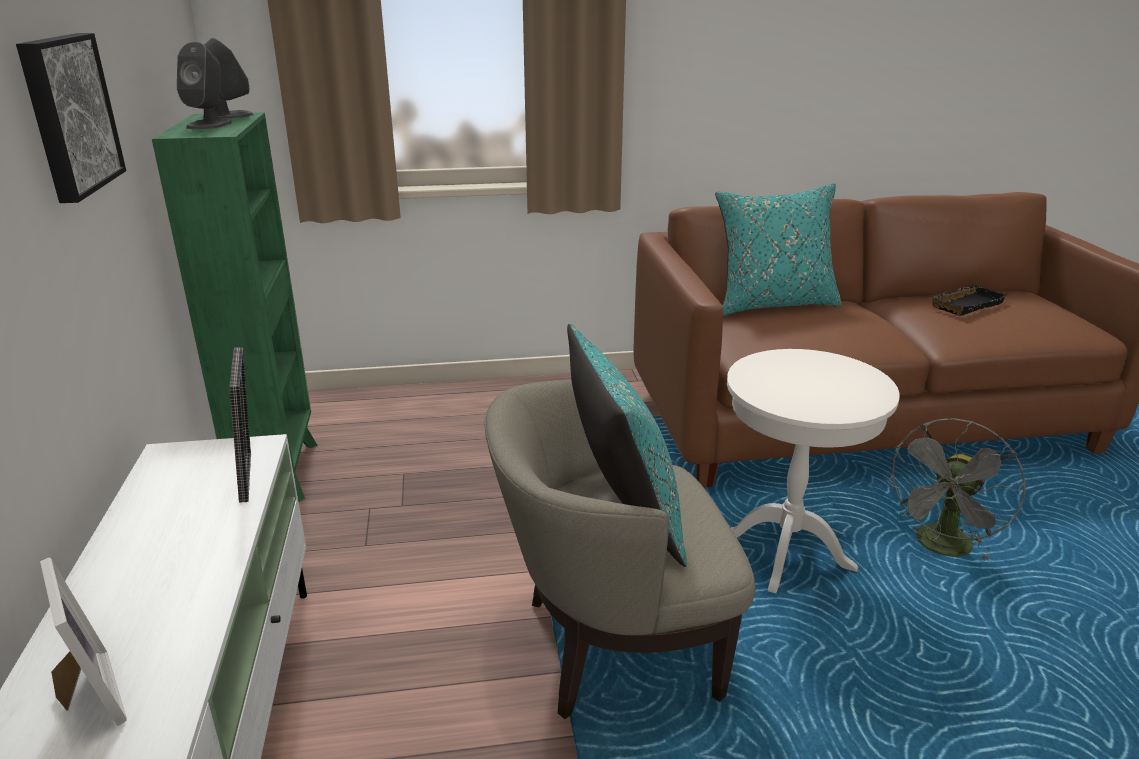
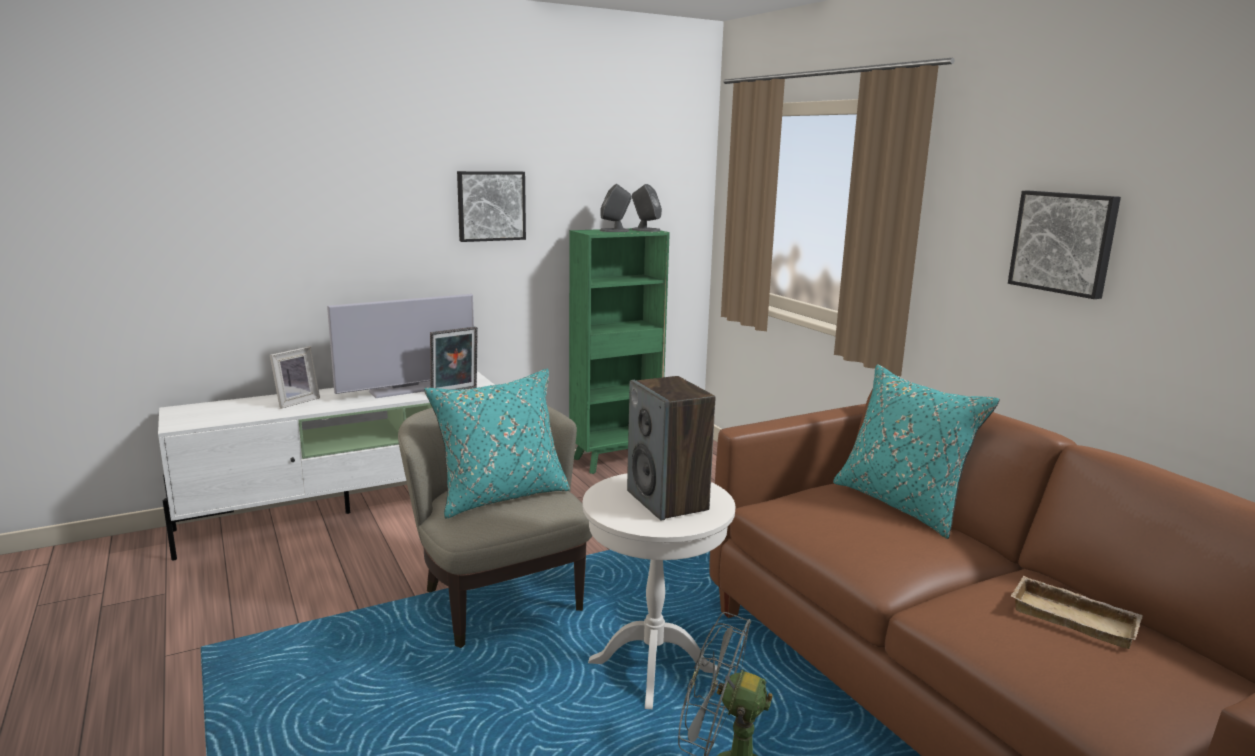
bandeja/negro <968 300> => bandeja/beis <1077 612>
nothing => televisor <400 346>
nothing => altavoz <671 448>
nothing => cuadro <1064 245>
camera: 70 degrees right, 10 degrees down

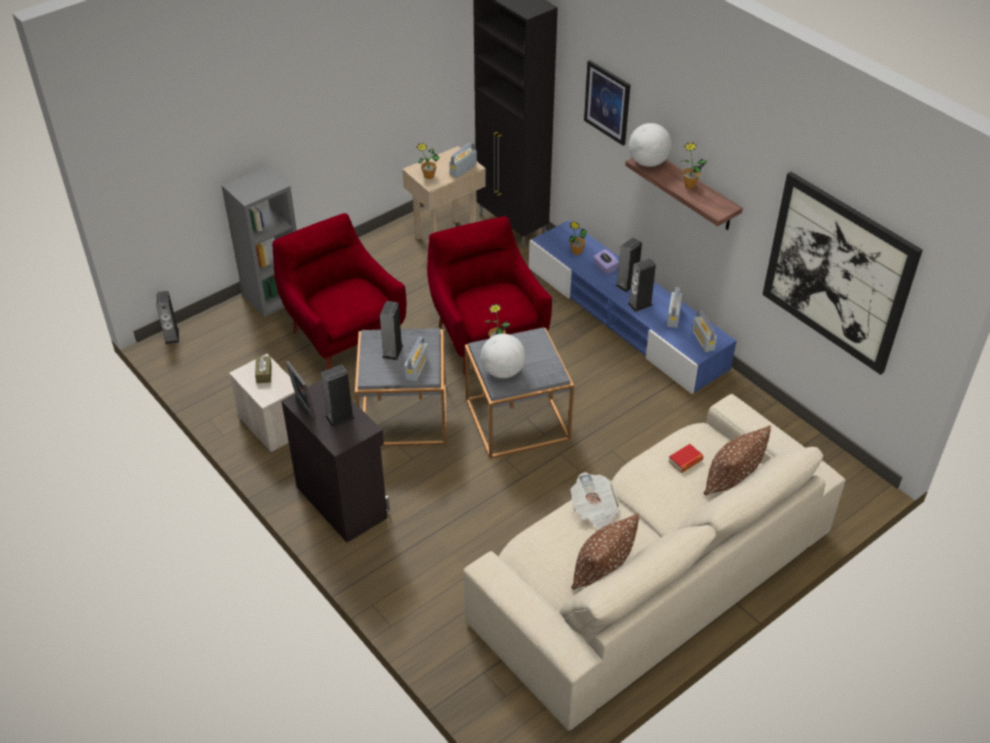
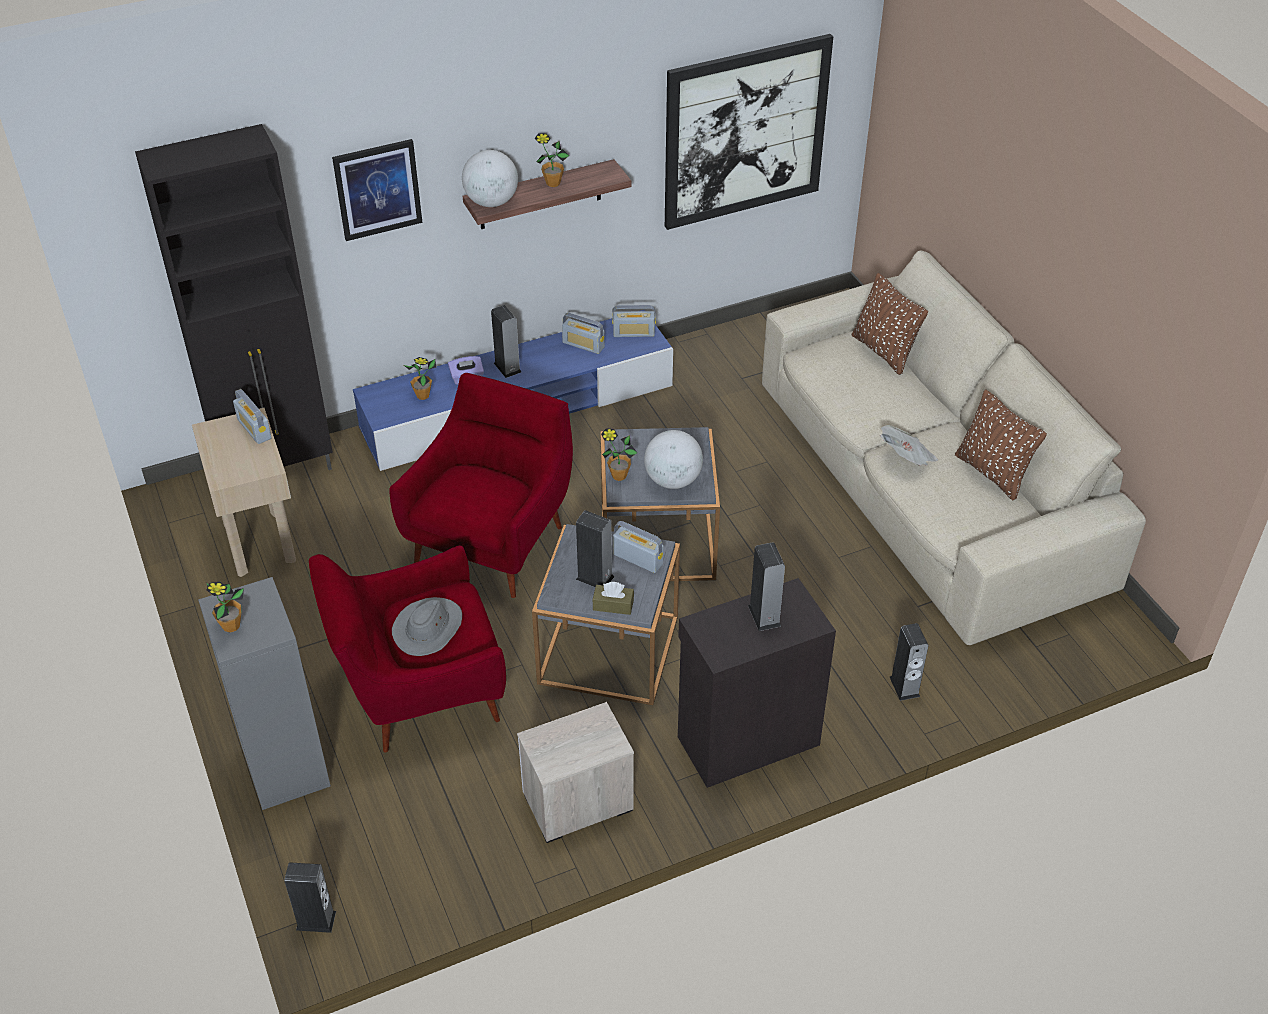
caja de pañuelos/marrón <263 369> => caja de pañuelos/marrón <613 598>, moved
portarretratos <301 390> => nothing
planta en maceta <428 161> => planta en maceta <225 607>, moved
sillón/rojo <489 295> => sillón/rojo <481 485>, 120 degrees clockwise
altavoz <642 285> => altavoz <909 662>, moved
libro <685 458> => nothing
nothing => sombrero/gris <427 626>
camera: 75 degrees left, 0 degrees up

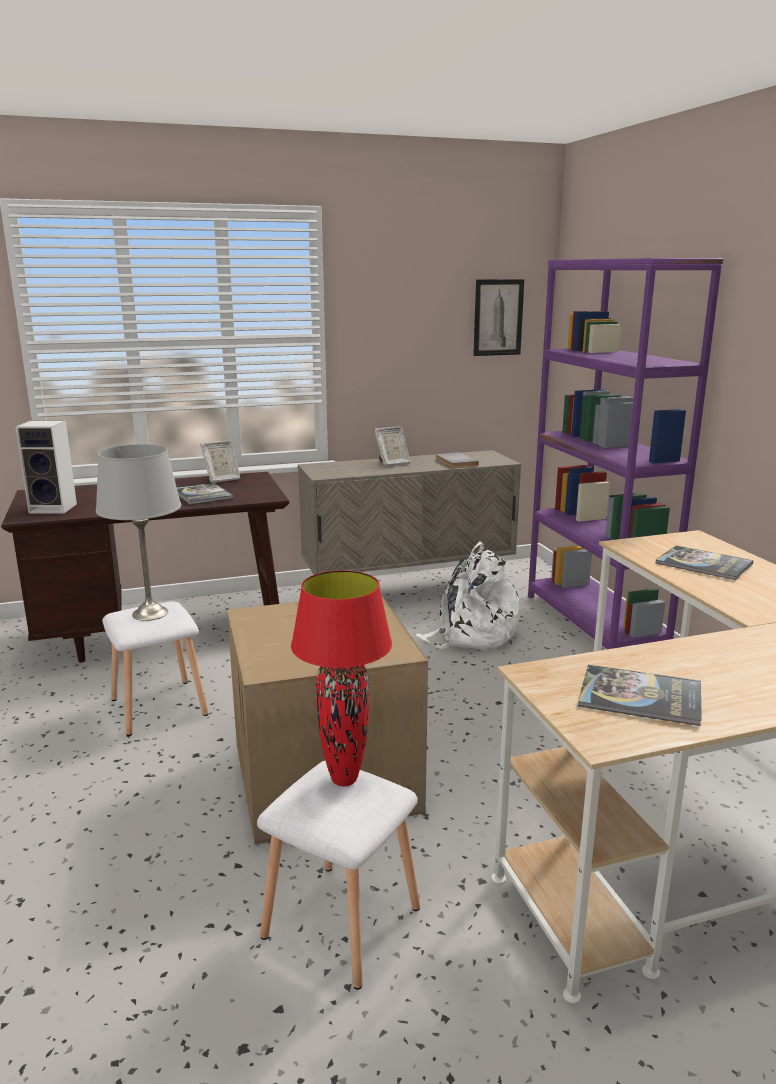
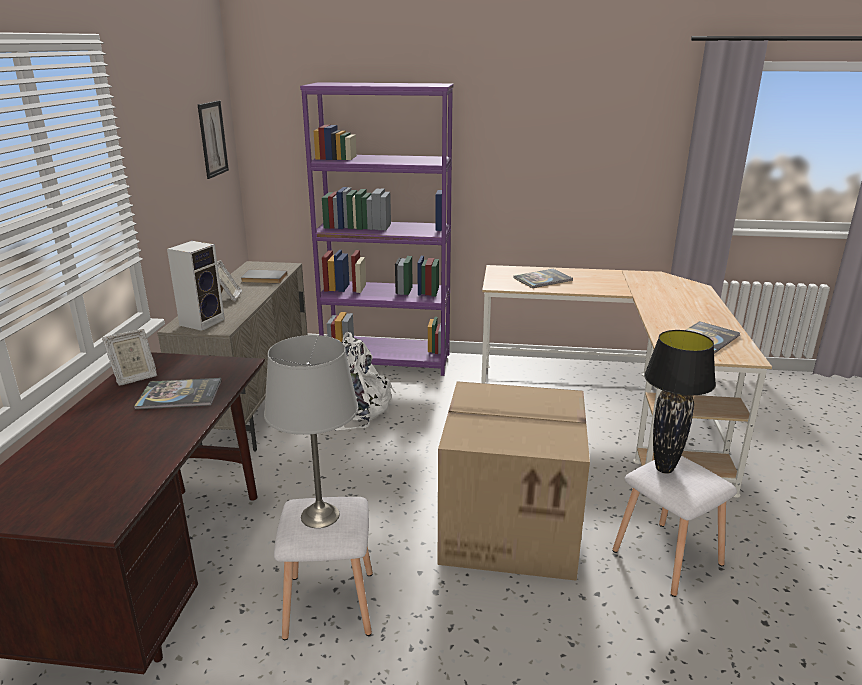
altavoz <46 467> => altavoz <196 286>, moved
portarretratos <220 462> => portarretratos <129 357>, 60 degrees clockwise
lámpara de mesa/rojo <341 678> => lámpara de mesa/negro <680 402>
camera: 65 degrees left, 5 degrees up

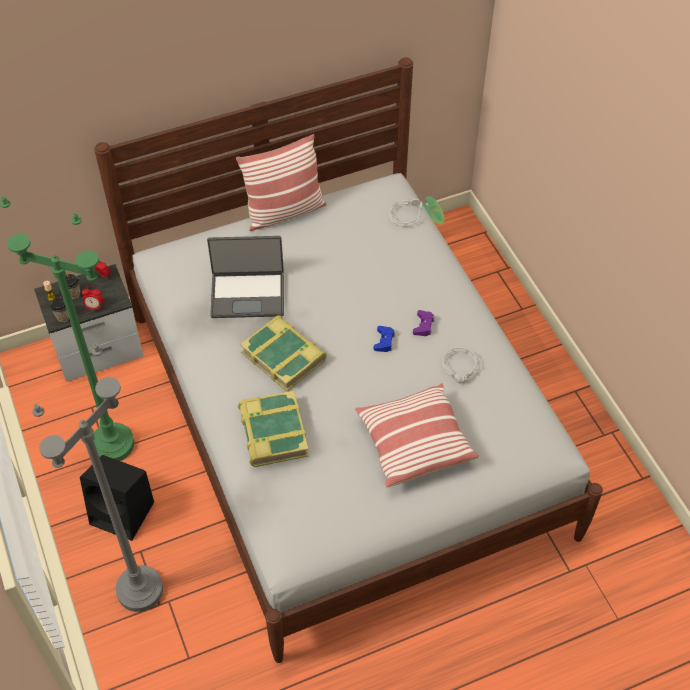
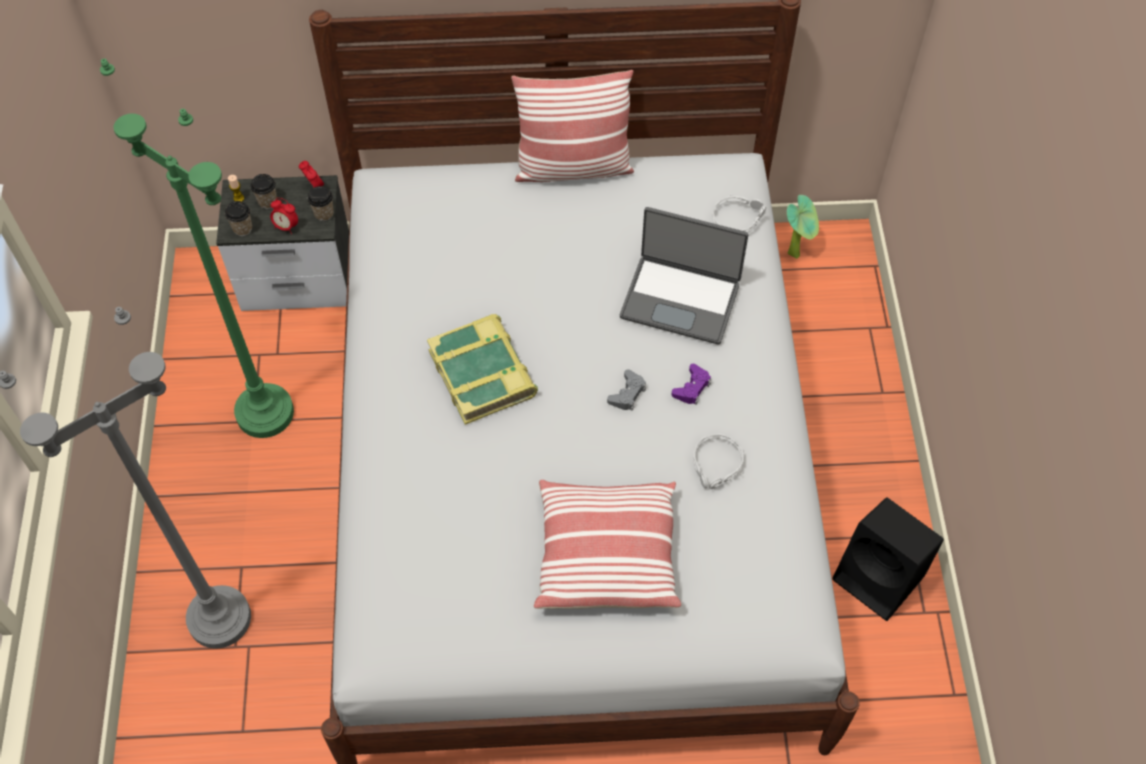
altavoz/negro <117 498> => altavoz/negro <888 559>, moved
portátil <245 277> => portátil <684 275>, moved
libro <273 429> => nothing
mando de consola/azul <384 339> => mando de consola/gris <626 389>
nothing => taza <321 203>
camera: 20 degrees right, 5 degrees up

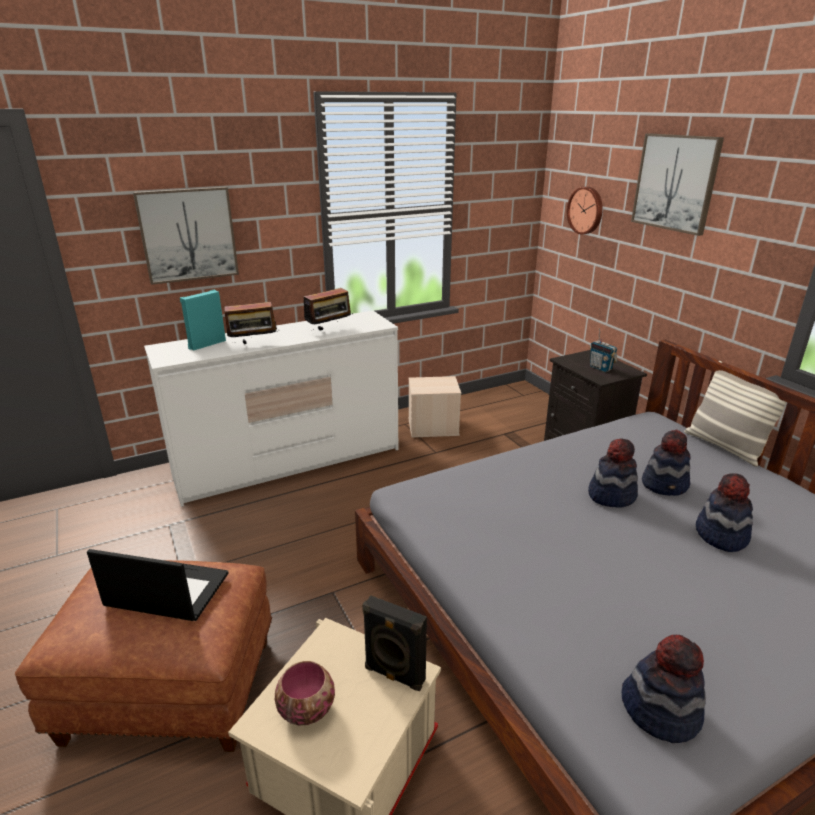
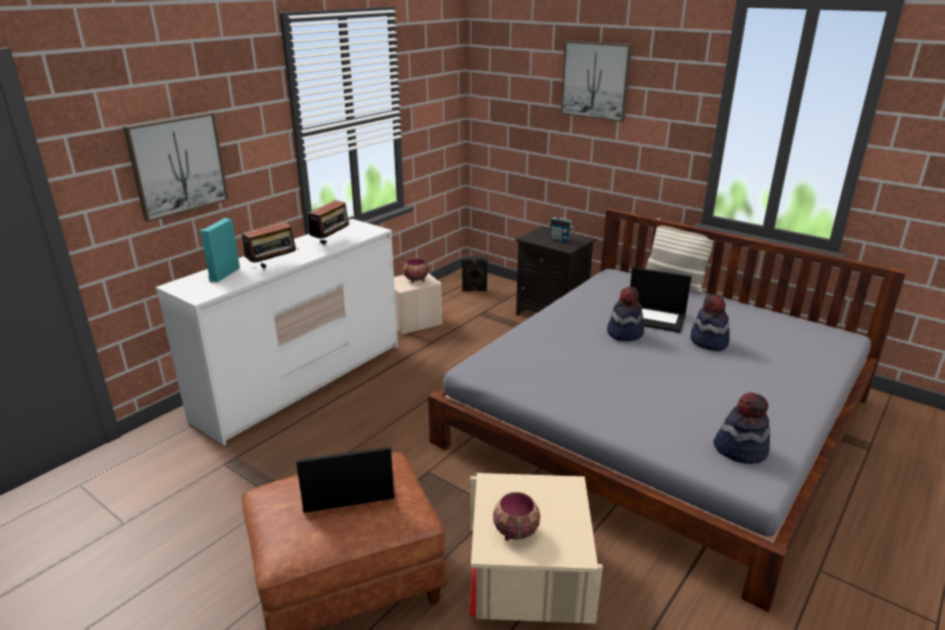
altavoz/negro <394 643> => altavoz/negro <475 273>, moved
reloj de pared <585 210> => nothing
sombrero <666 462> => portátil <660 300>
nothing => cuenco <416 270>
camera: 25 degrees left, 0 degrees up

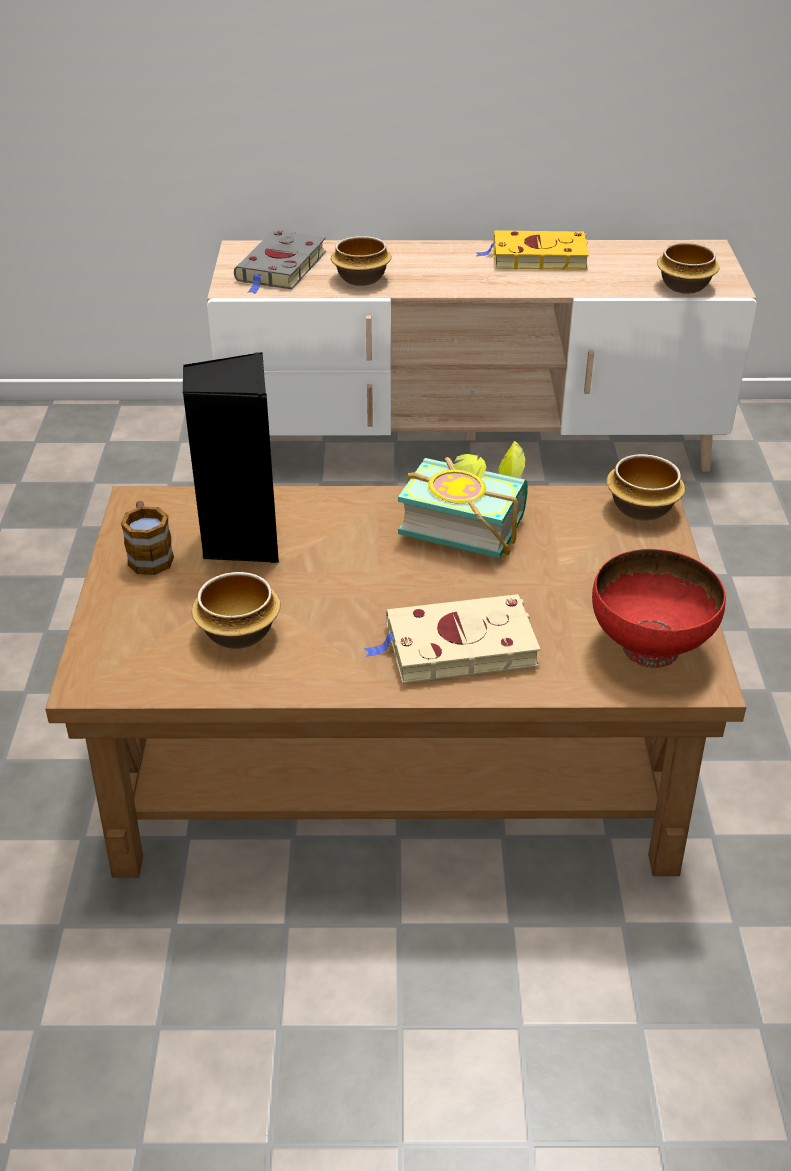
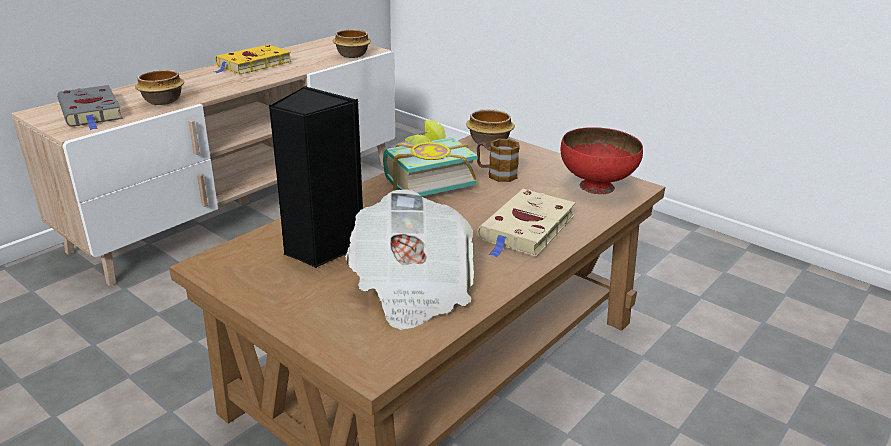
taza grande <147 538> => taza grande <498 160>, moved
cuenco <236 610> => periódico <409 259>
camera: 50 degrees left, 10 degrees down

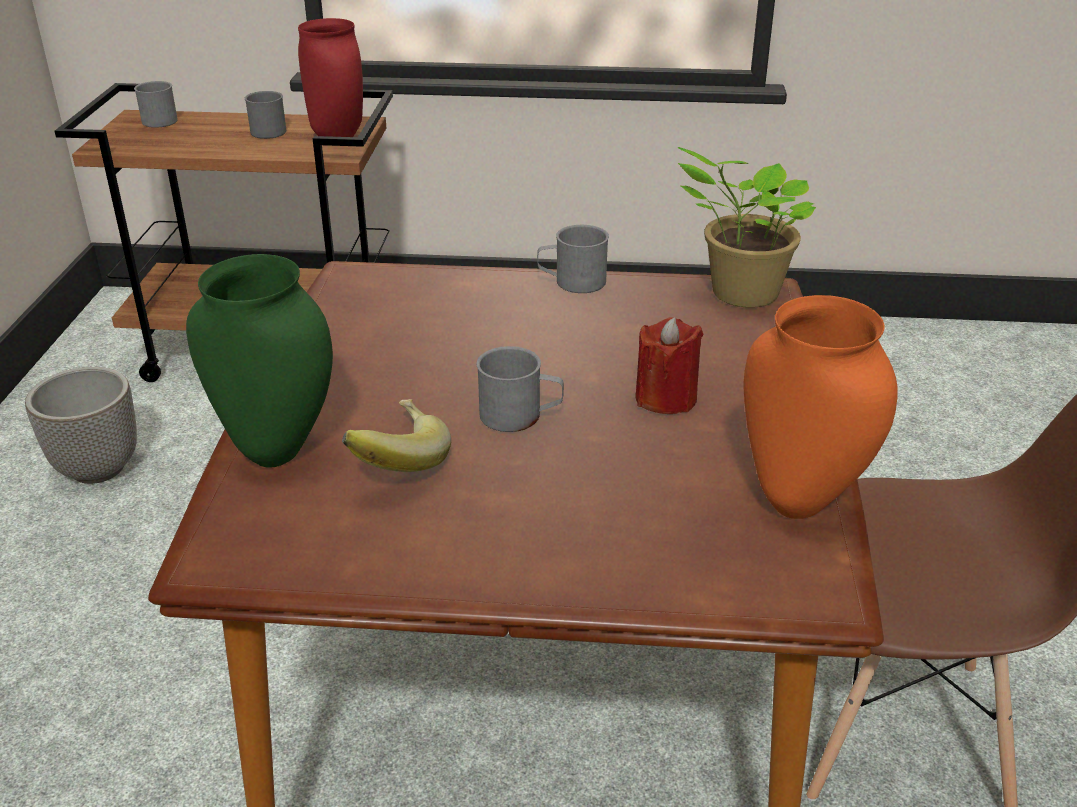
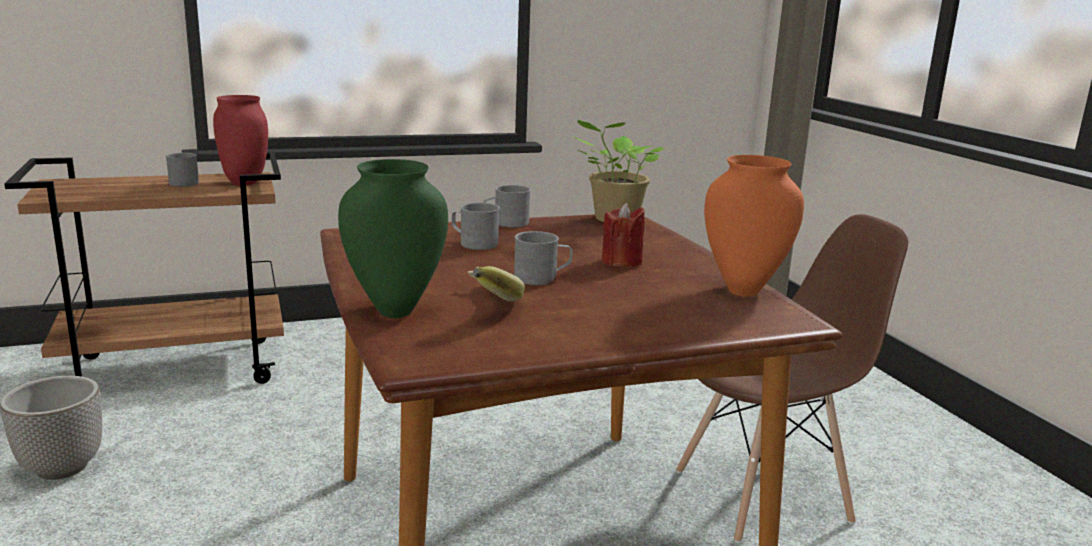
taza grande/gris <156 104> => taza grande/gris <476 226>, moved
camera: 25 degrees left, 15 degrees down

